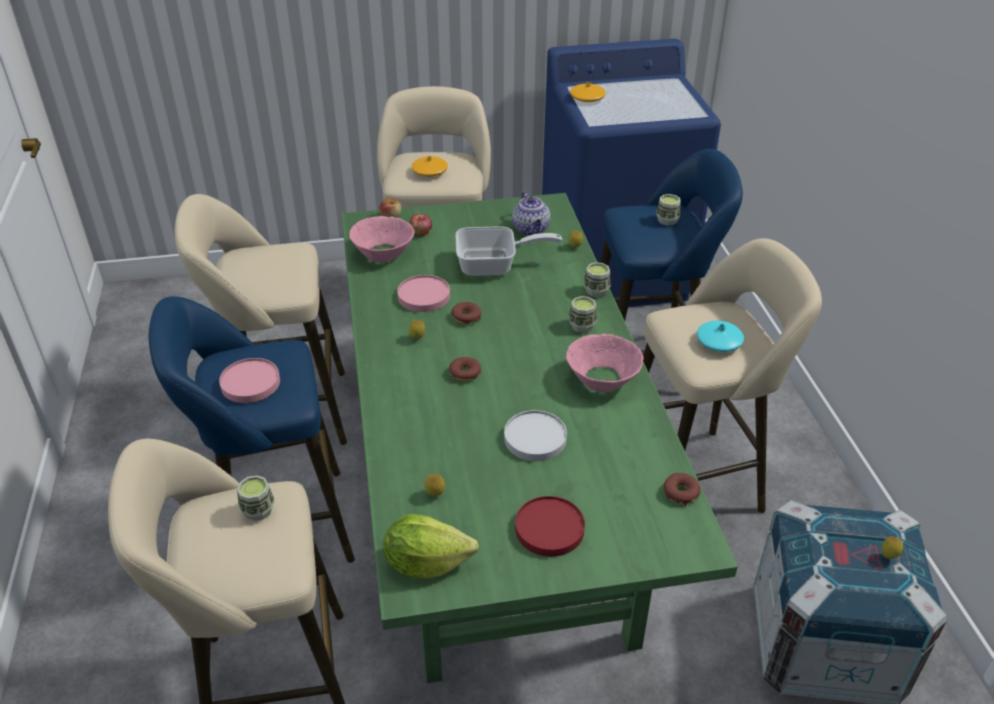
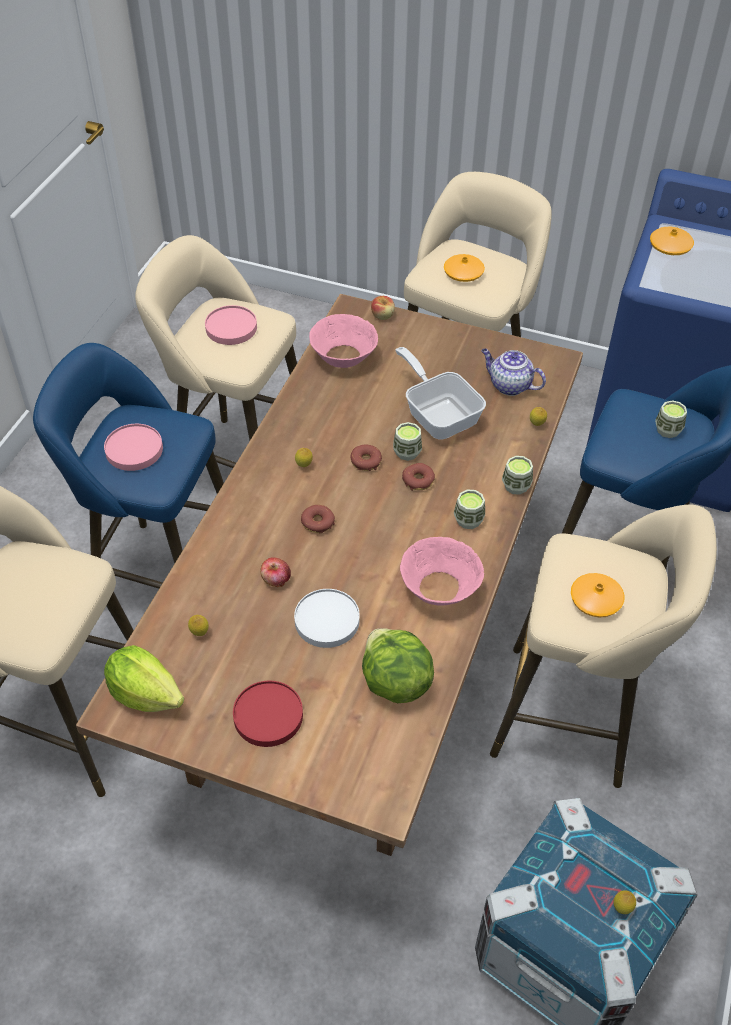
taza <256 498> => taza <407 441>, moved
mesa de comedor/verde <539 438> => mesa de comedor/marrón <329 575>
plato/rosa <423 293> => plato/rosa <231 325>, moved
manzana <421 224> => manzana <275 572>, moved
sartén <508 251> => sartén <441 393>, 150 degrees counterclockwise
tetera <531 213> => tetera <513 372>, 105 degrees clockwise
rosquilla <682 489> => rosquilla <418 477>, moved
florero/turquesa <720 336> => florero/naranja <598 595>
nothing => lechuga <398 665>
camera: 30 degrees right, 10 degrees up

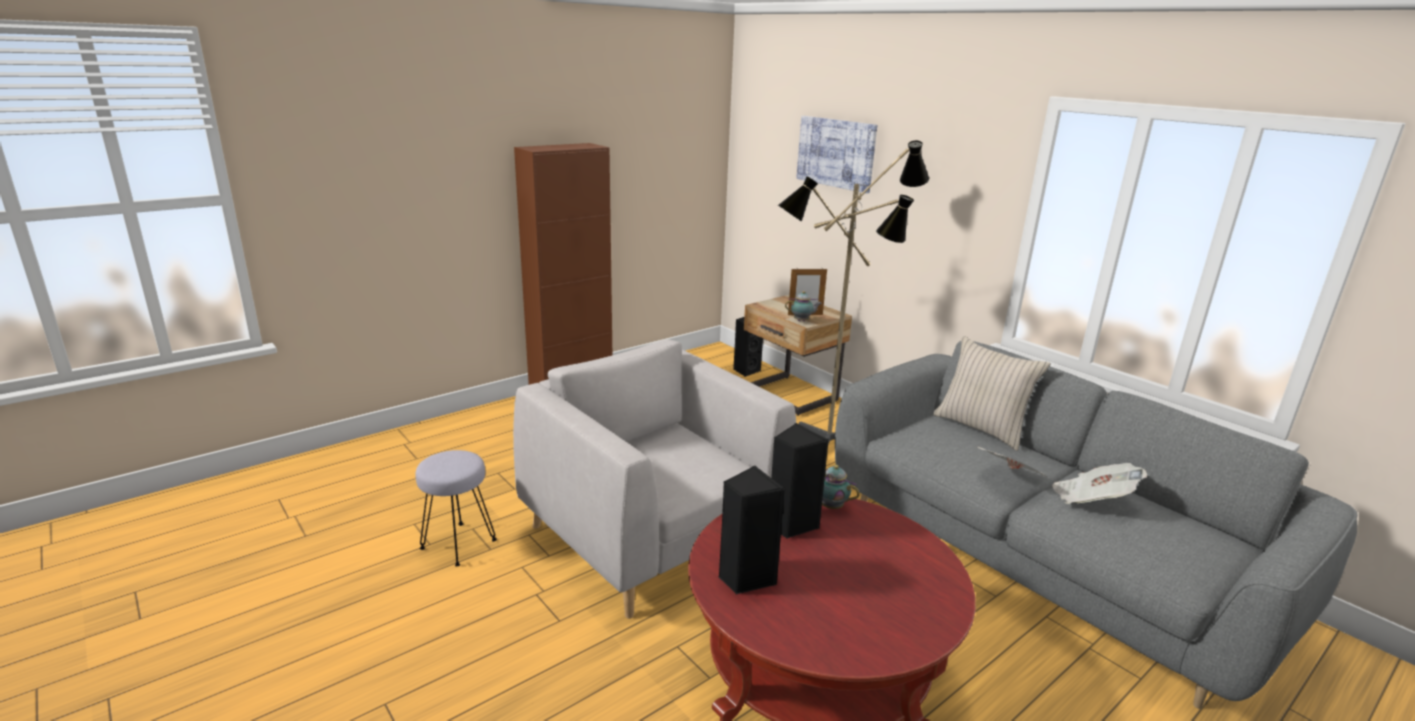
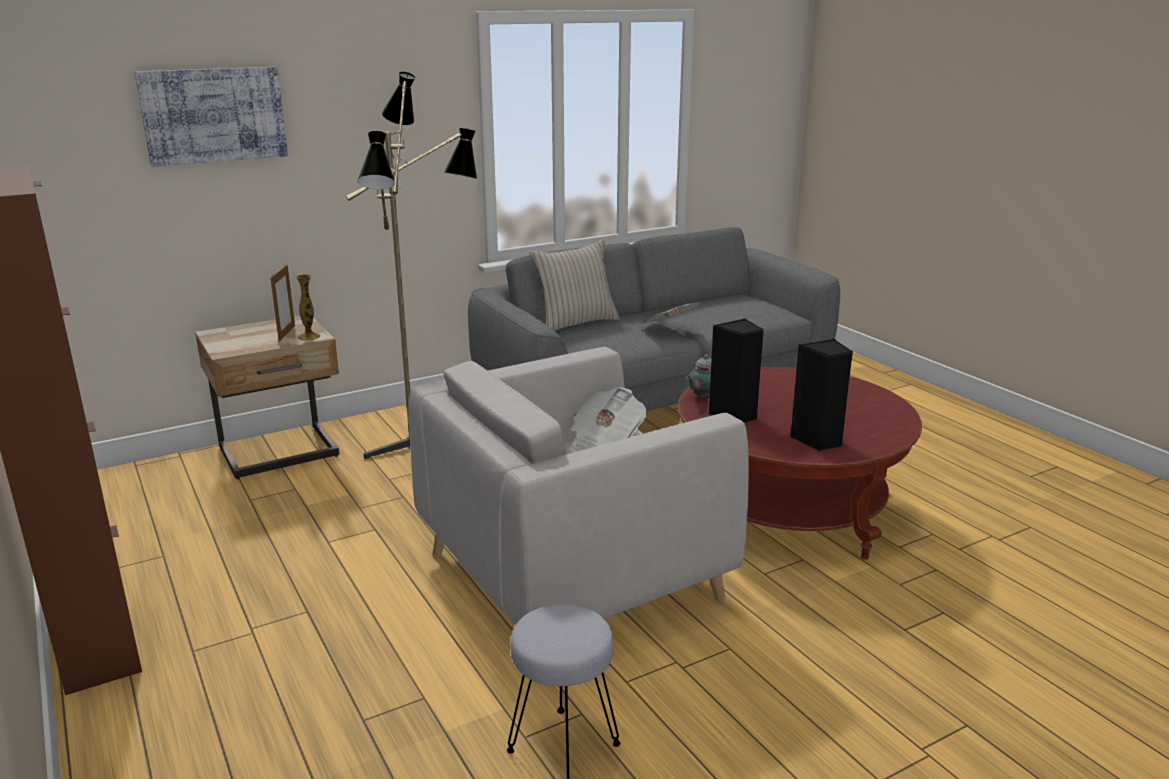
altavoz/negro <748 347> => nothing
tetera <803 306> => florero <308 307>
periódico <1099 483> => periódico <608 420>, moved
camera: 80 degrees left, 0 degrees up

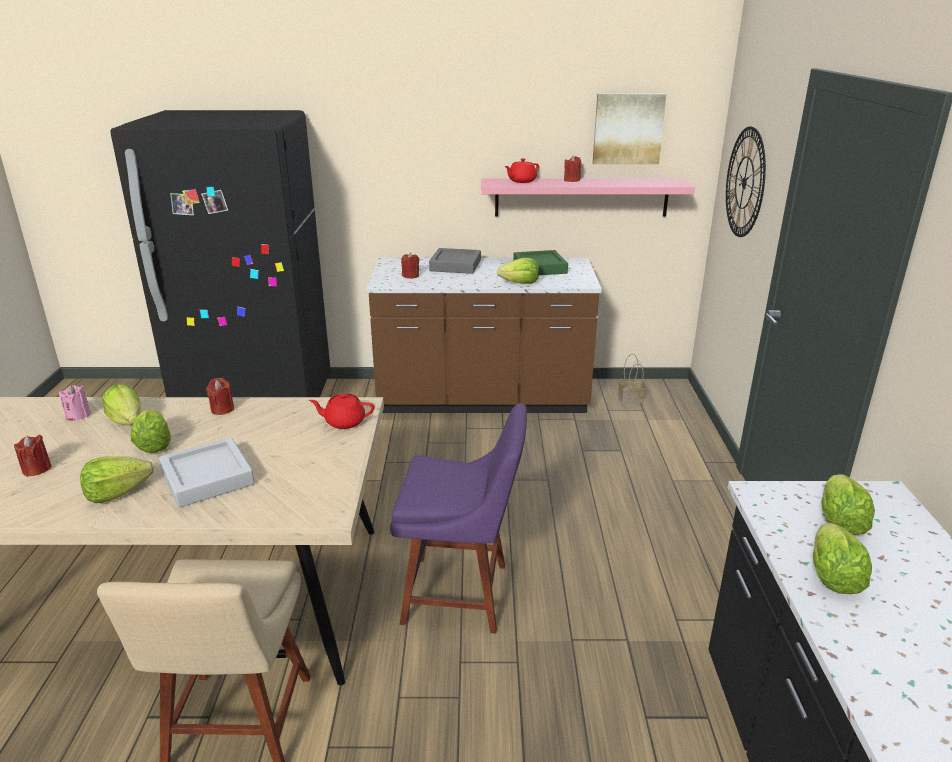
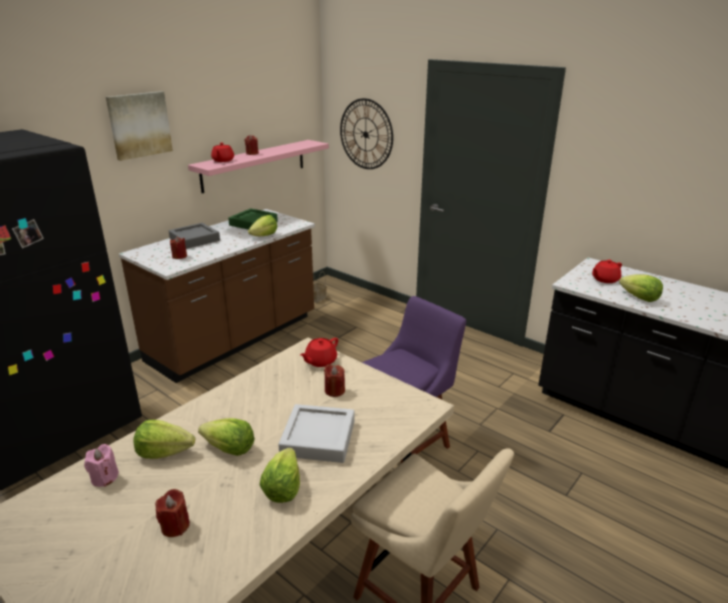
vela/rojo <220 396> => vela/rojo <334 380>, moved
cuadro <629 128> => cuadro <139 126>, moved
lechuga <848 504> => tetera/rojo <607 271>
camera: 50 degrees left, 0 degrees up

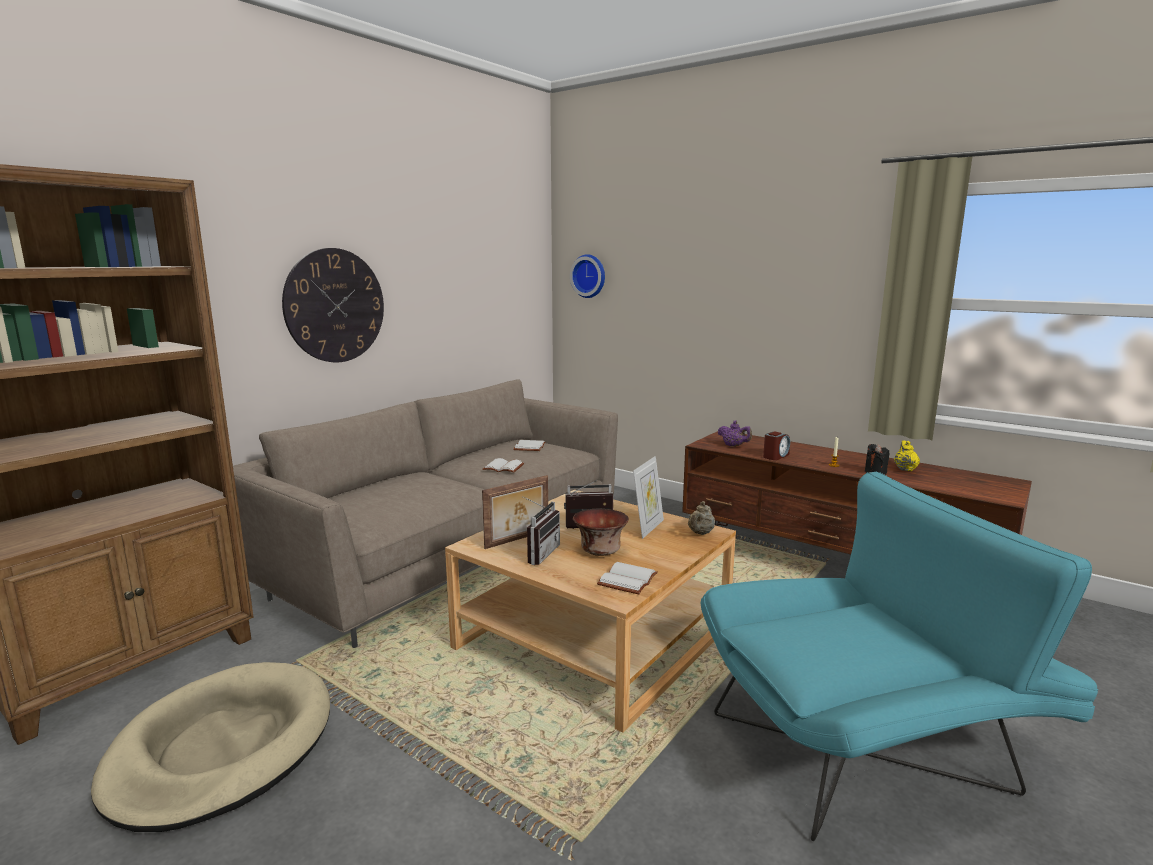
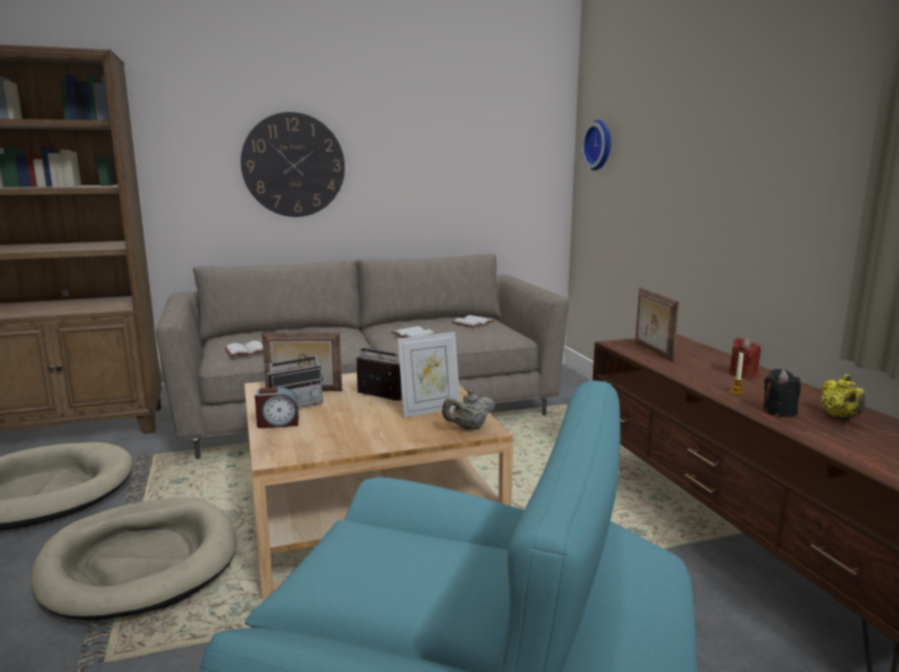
cuenco <601 532> => nothing
libro/blanco <627 578> => libro/blanco <243 349>, moved
tetera/morado <735 434> => portarretratos <657 325>
despertador <776 445> => despertador <277 407>, moved
tetera/amarillo <907 455> => tetera/amarillo <843 396>, 135 degrees clockwise
nothing => cama para perro/beis <134 559>
nothing => vela/rojo <745 358>
camera: 35 degrees right, 0 degrees up

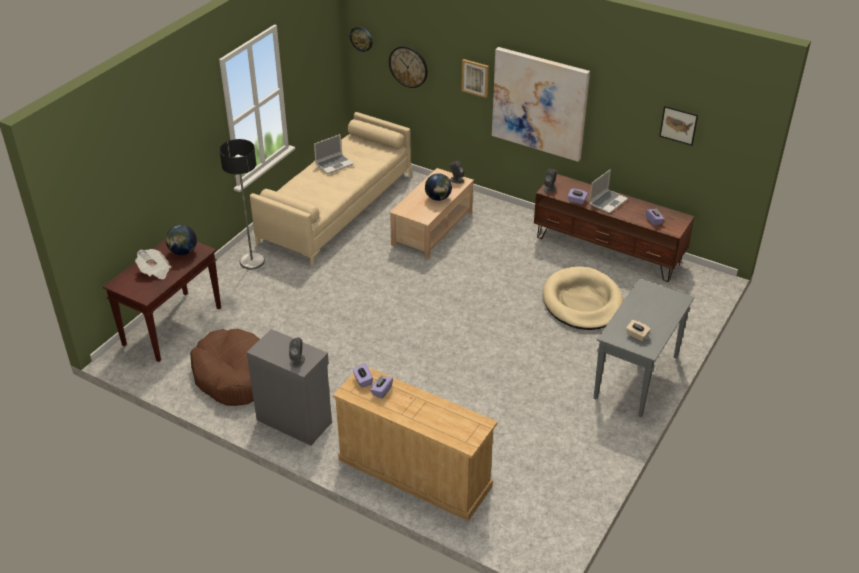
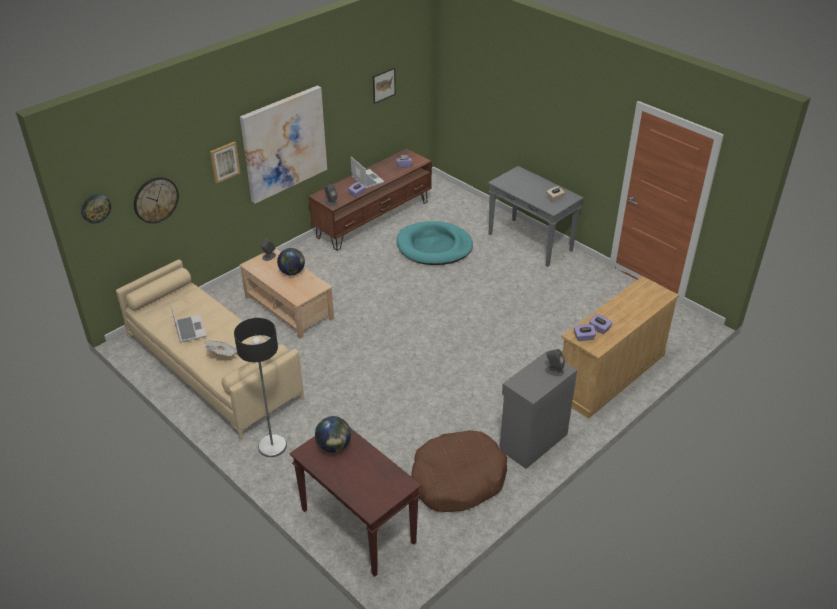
periódico <153 264> => periódico <220 348>, moved
cama para perro/beis <582 298> => cama para perro/turquesa <435 243>
camera: 75 degrees left, 0 degrees up

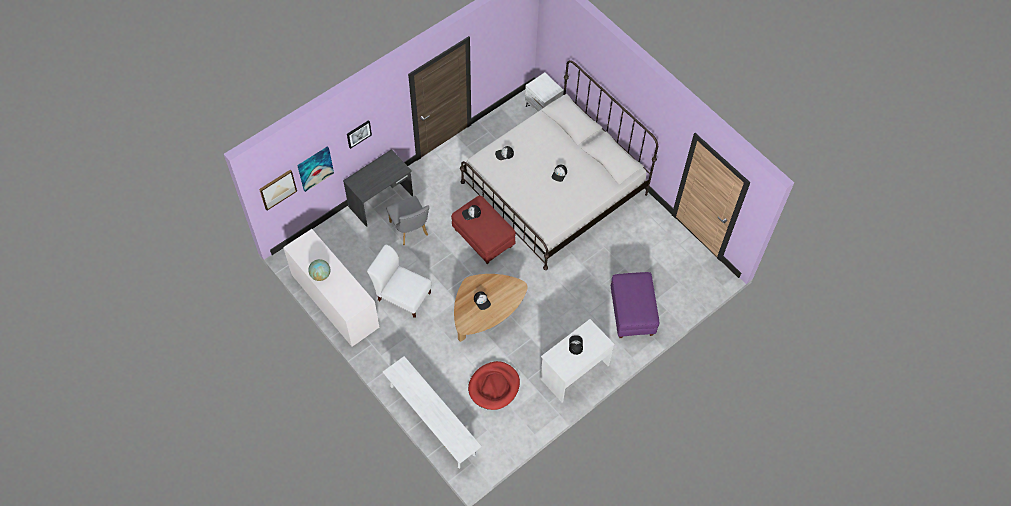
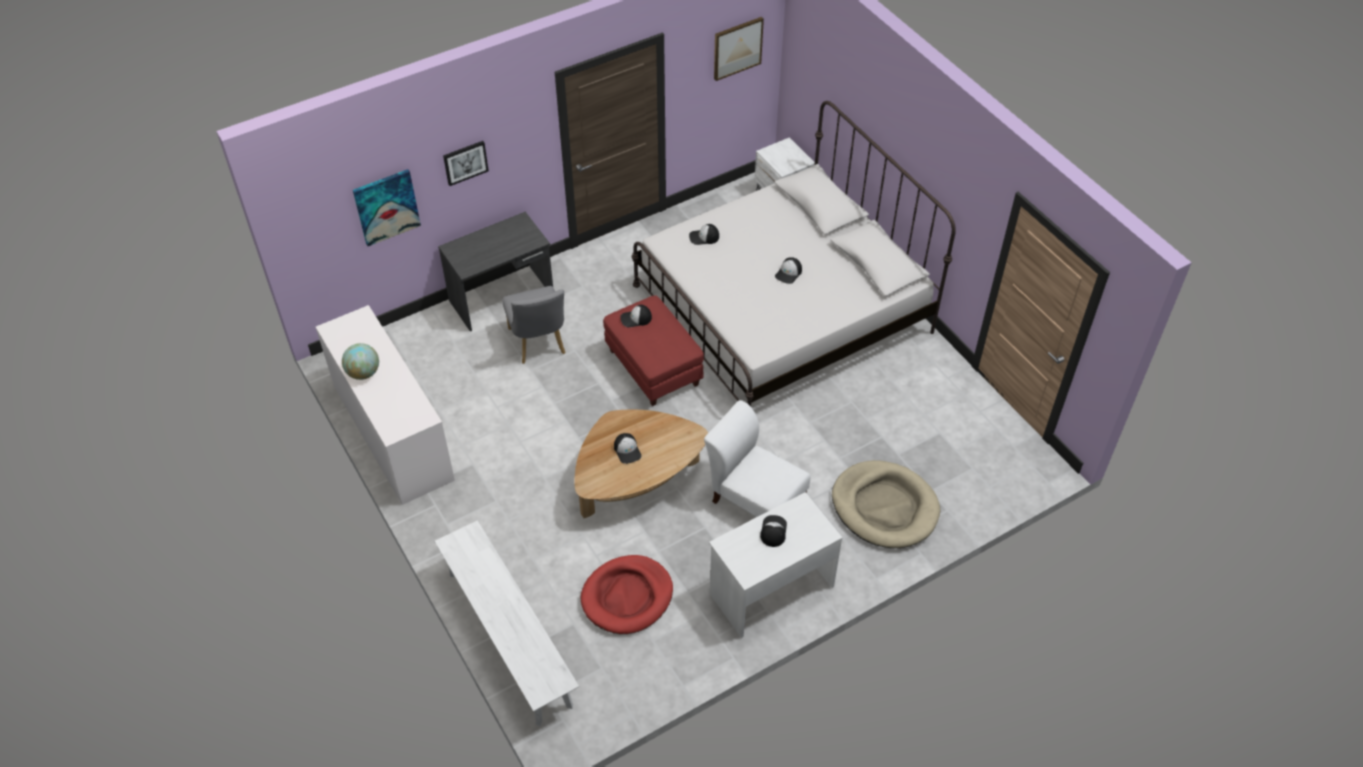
cuadro <278 190> => cuadro <739 49>, moved
silla/blanco <399 281> => silla/blanco <757 458>, moved
puf/morado <635 305> => cama para perro/beis <886 504>
camera: 10 degrees right, 10 degrees down

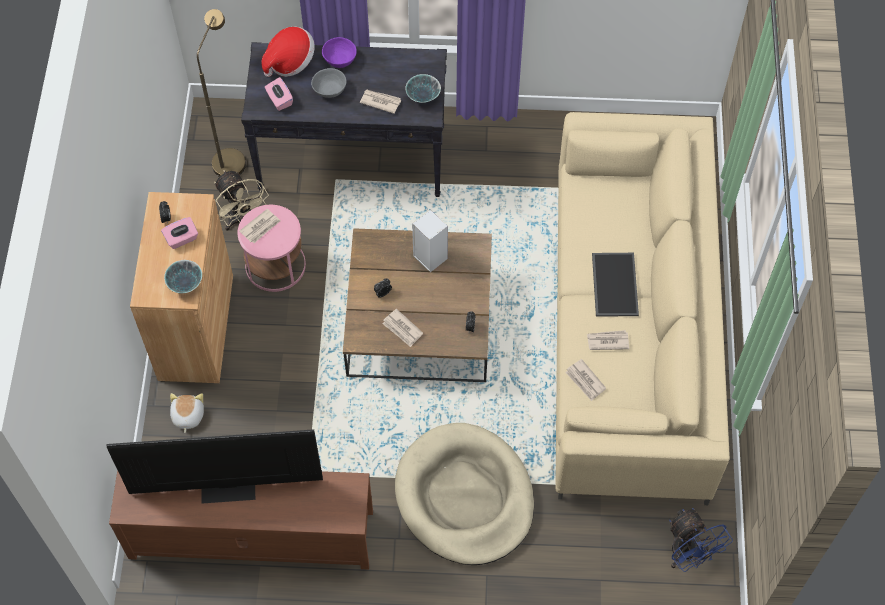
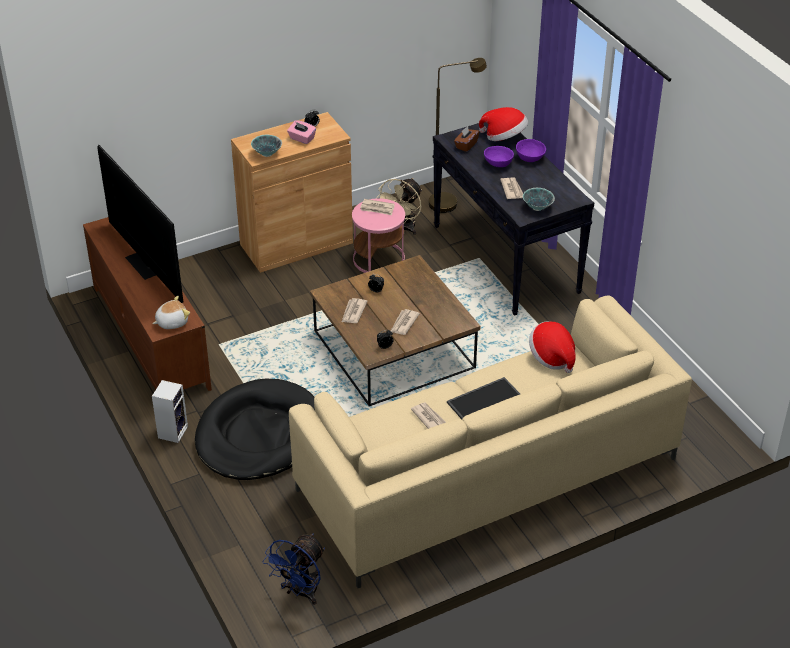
peluche <187 413> => peluche <171 312>, moved
caja de pañuelos/rosa <279 94> => caja de pañuelos/marrón <466 139>
cuenco/gris <329 83> => cuenco/morado <499 156>
cama para perro/beis <464 494> => cama para perro/negro <255 429>
altavoz <430 241> => altavoz <170 411>, moved
periódico <585 380> => periódico <405 322>, moved
nothing => sombrero <552 347>
camera: 60 degrees right, 20 degrees down

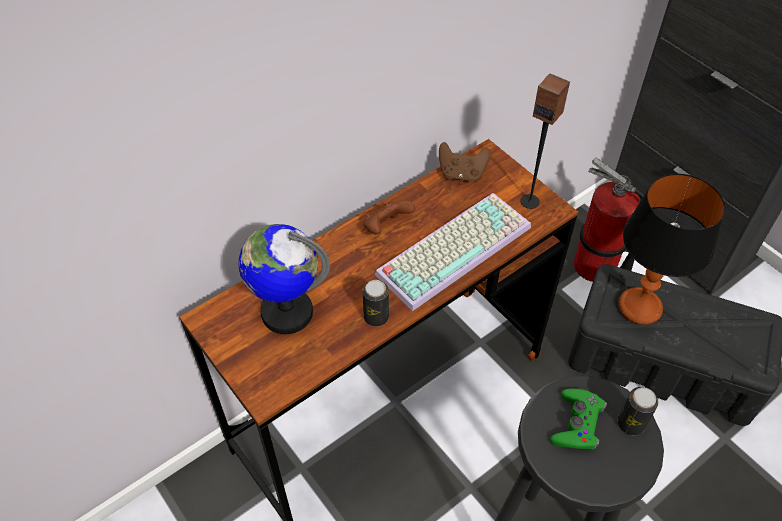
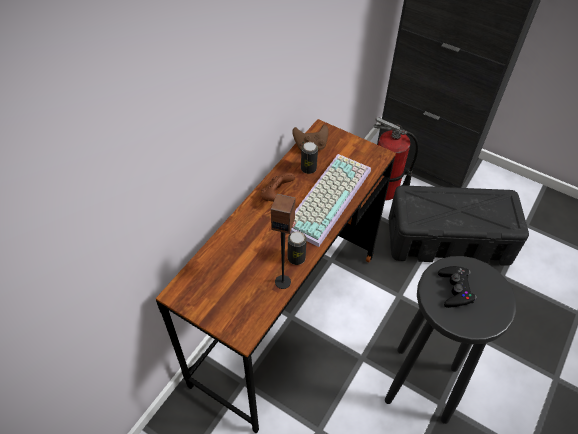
globo terráqueo <284 279> => nothing
altavoz <545 141> => altavoz <283 241>, moved
mando de consola/verde <578 419> => mando de consola/negro <457 287>
lámpara de mesa <671 249> => nothing
lata <638 411> => lata <309 158>, moved
camera: 20 degrees left, 0 degrees up

